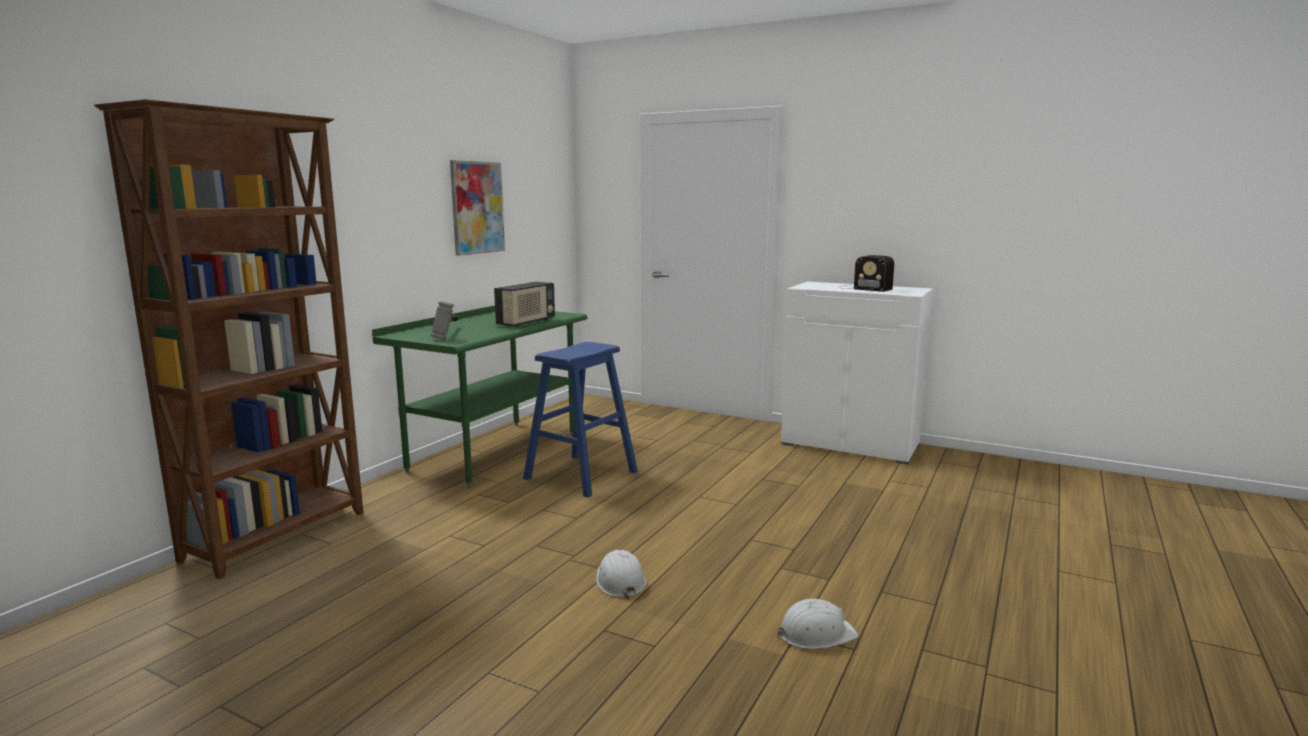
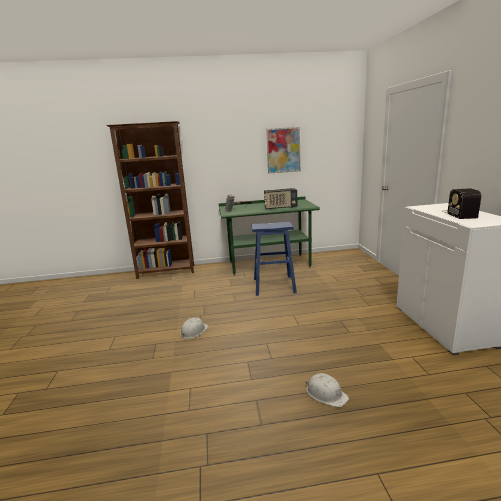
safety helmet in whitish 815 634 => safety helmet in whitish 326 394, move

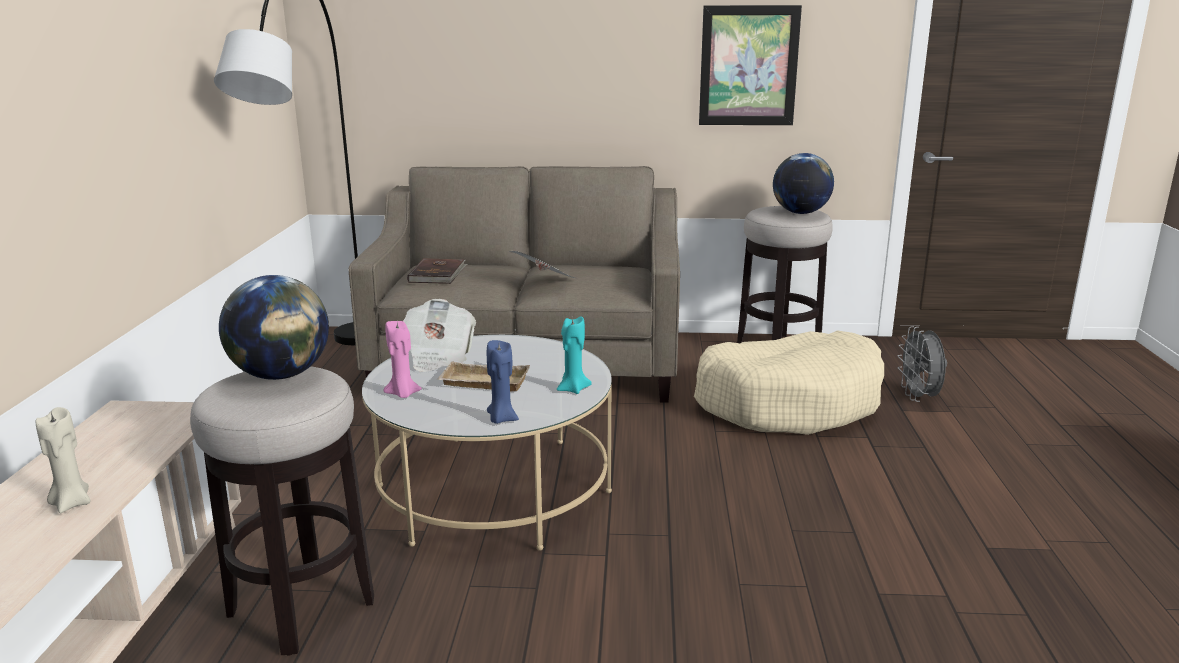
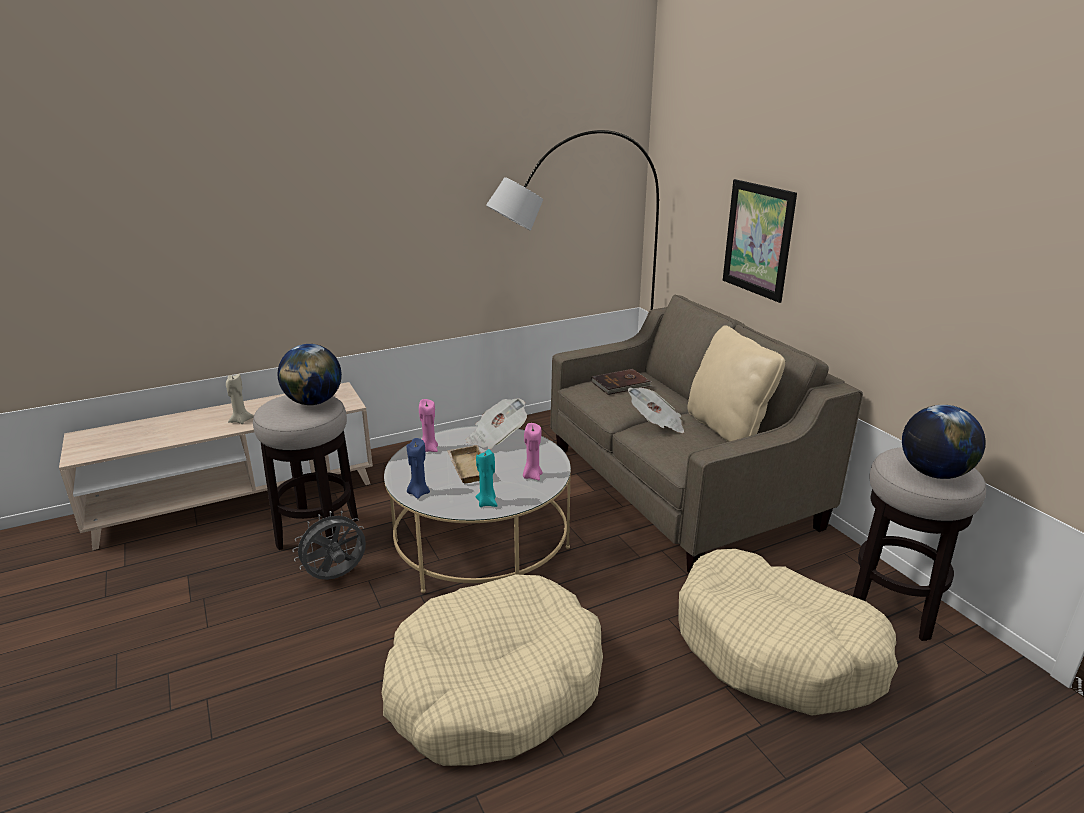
nothing => dog bed in sand-coloured 494 687
nothing => wax candle in pinkish 532 476
nothing => pillow in sand-coloured 727 429
picture 748 66 => picture 758 239, move
cooling fan in gray 919 397 => cooling fan in gray 336 577, move

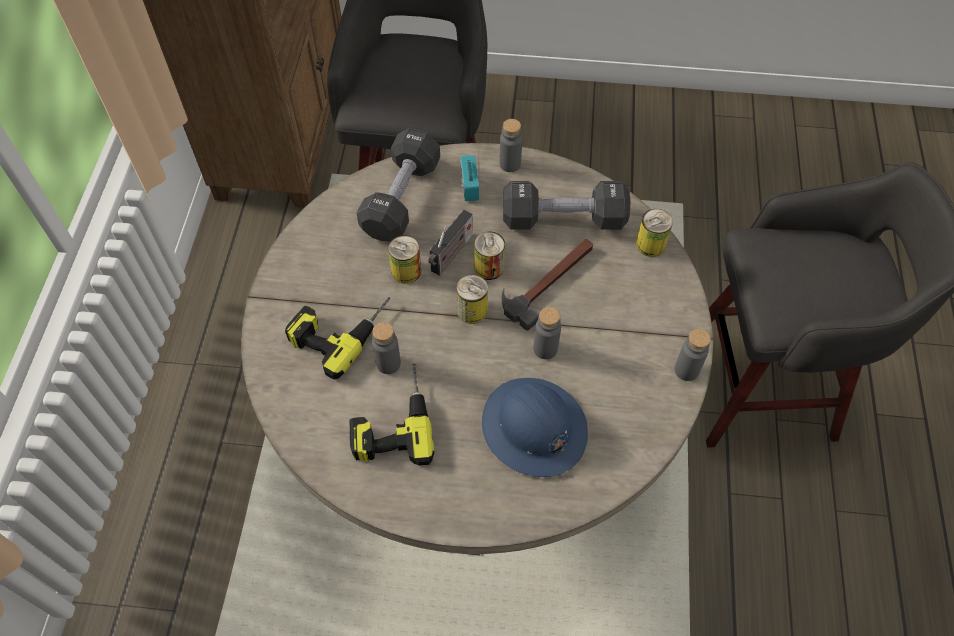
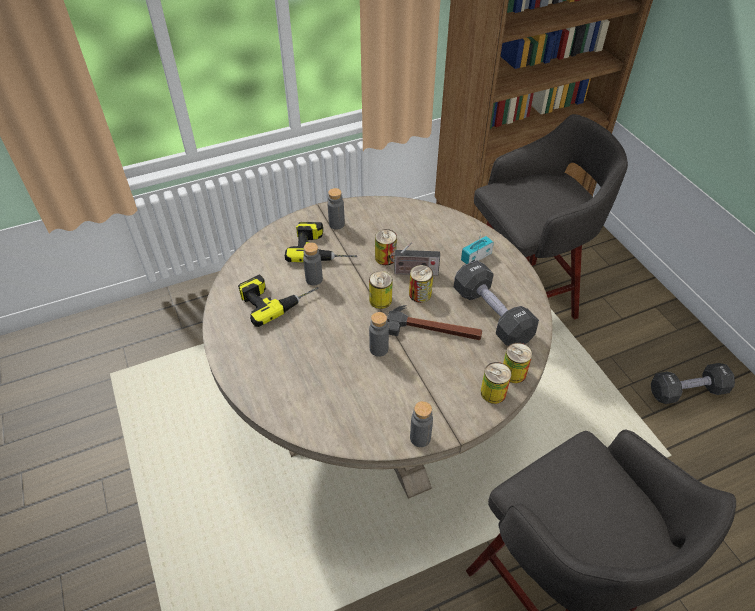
safety helmet in bluish 534 428 => nothing
nothing => can 493 392
hand weight in black 401 198 => hand weight in black 687 391, move
bottle in gray 510 164 => bottle in gray 336 224, move

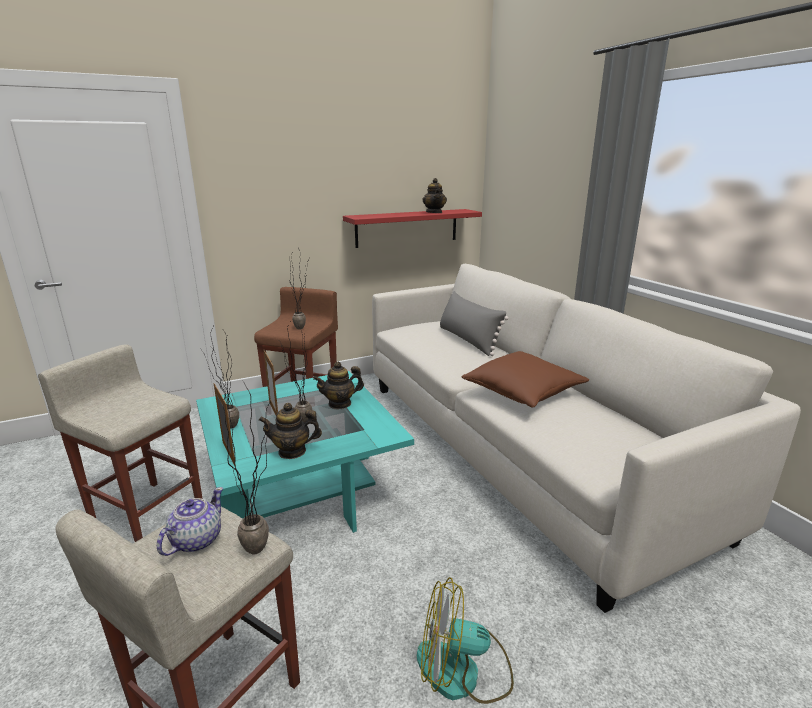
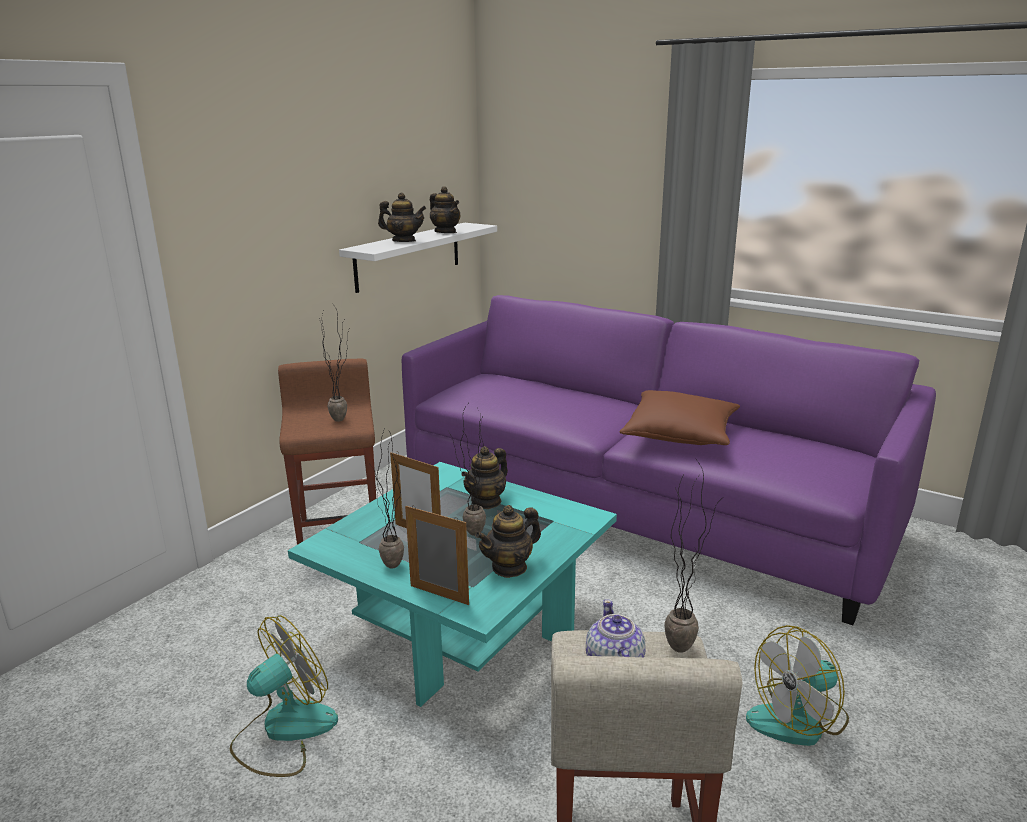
pillow in gray 468 340 => nothing
nothing => pot for tea 404 241
sitting stool in sand-coloured 146 512 => cooling fan 284 731
shelf in reddish 407 228 => shelf in whitish 408 256
settee in whitish 515 449 => settee in purple 641 508

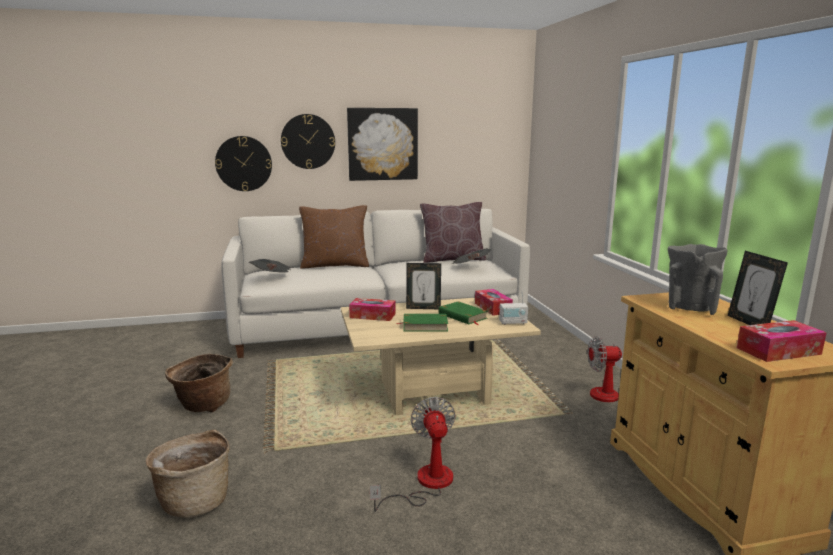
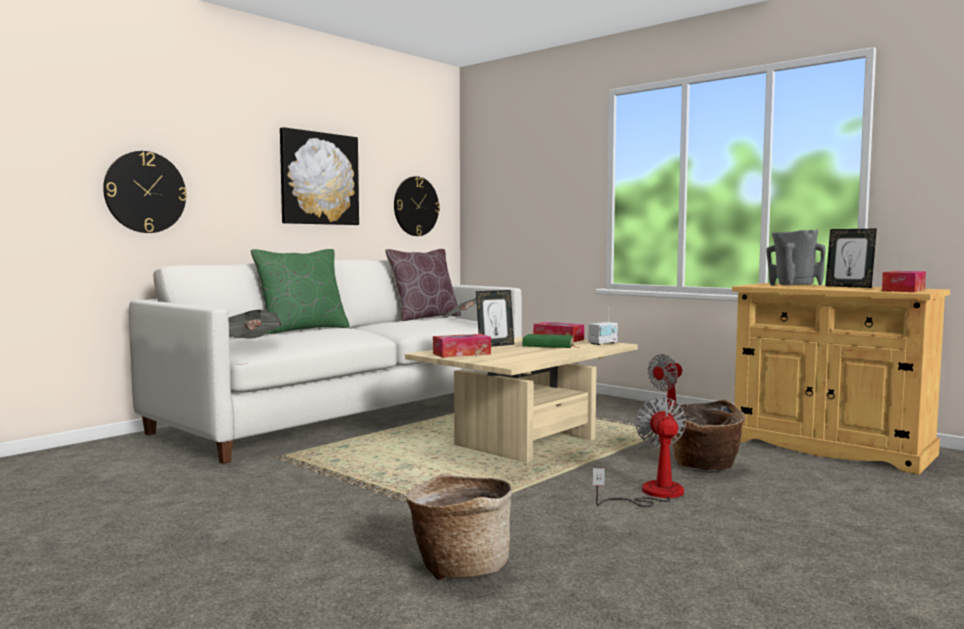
bound book in greenish 425 326 => nothing
storage basket 203 405 => storage basket 704 467, move
clock on the wall 308 141 => clock on the wall 416 206, move
pillow in brown-coloured 335 265 => pillow in greenish 302 329
cooling fan 425 484 => cooling fan 652 494, 45 degrees clockwise

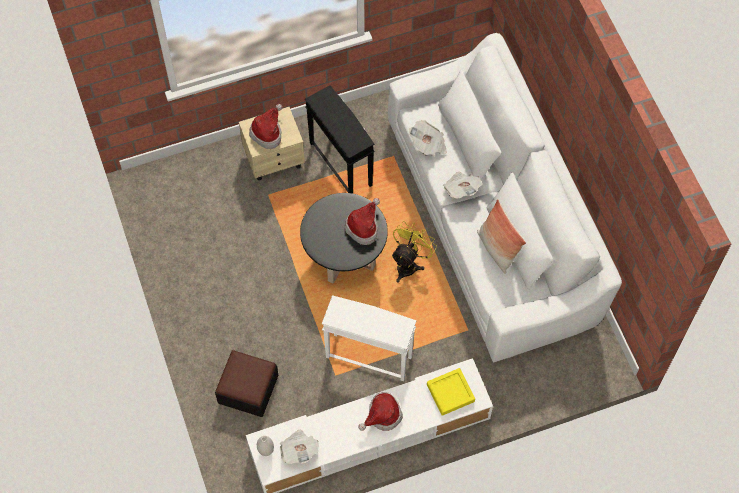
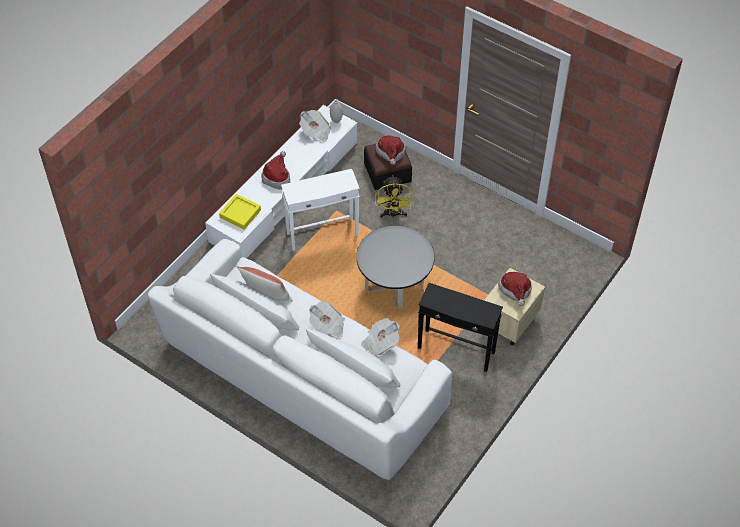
hat 363 227 => hat 390 154, move
cooling fan in yellowish 409 264 => cooling fan in yellowish 393 214, move

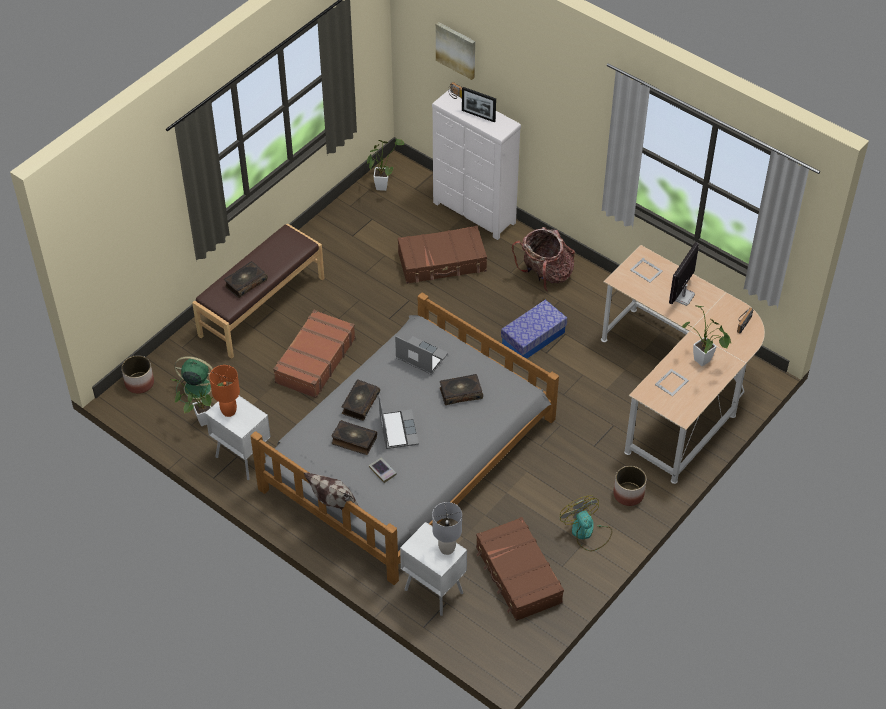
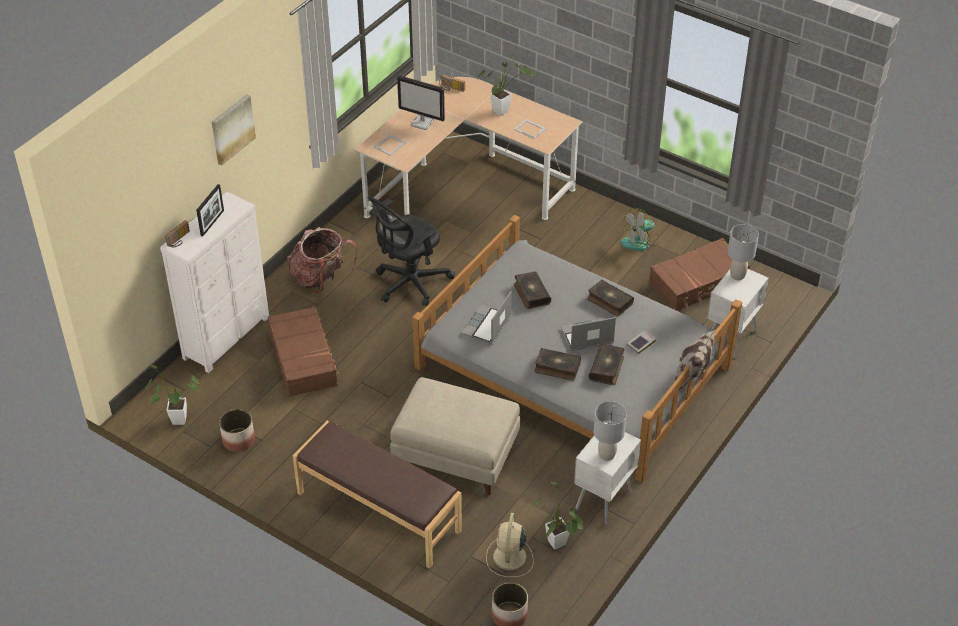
bound book 245 283 => bound book 609 302, move
picture 456 50 => picture 232 129, move
plant pot 628 494 => plant pot 238 440, move
piece of luggage in brown-coloured 314 360 => footrest in sand-coloured 457 454
storage container 533 338 => office chair in black 409 284
cooling fan in greenish 196 387 => cooling fan in sand-coloured 509 558
table lamp in orangey 228 411 => table lamp in gray 607 455

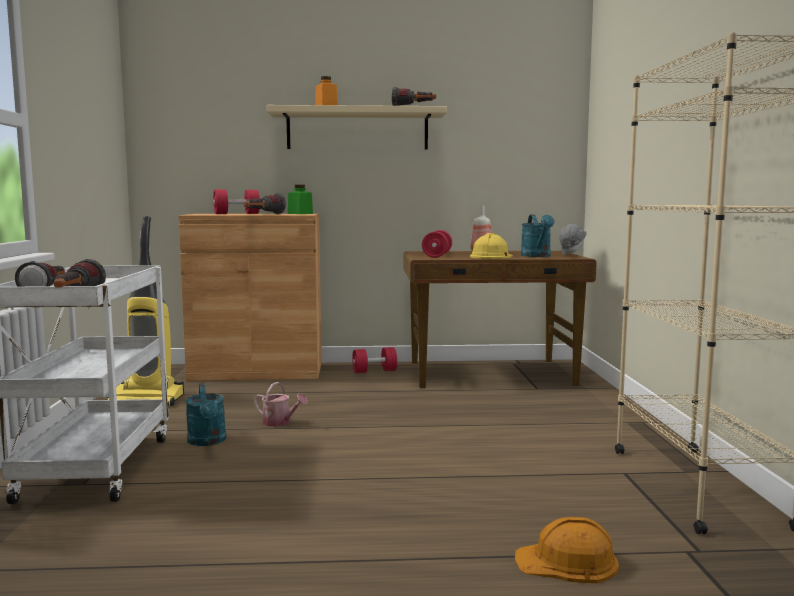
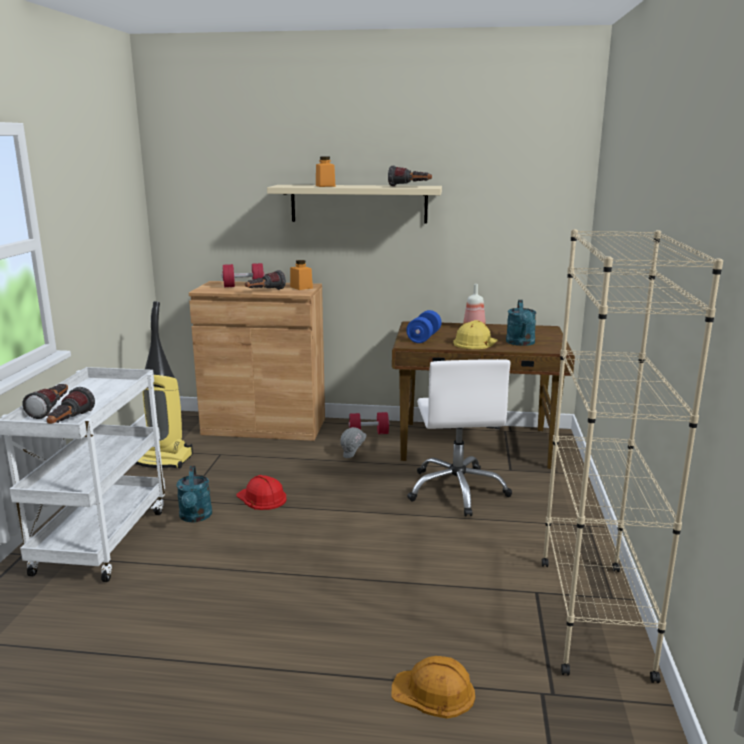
nothing => office chair in whitish 457 490
safety helmet in gray 572 254 => safety helmet in gray 353 455, move
watering pot 280 422 => safety helmet in reddish 262 498
jar in greenish 300 213 => jar in orangey 301 287
hand weight in reddish 437 256 => hand weight in bluish 424 338

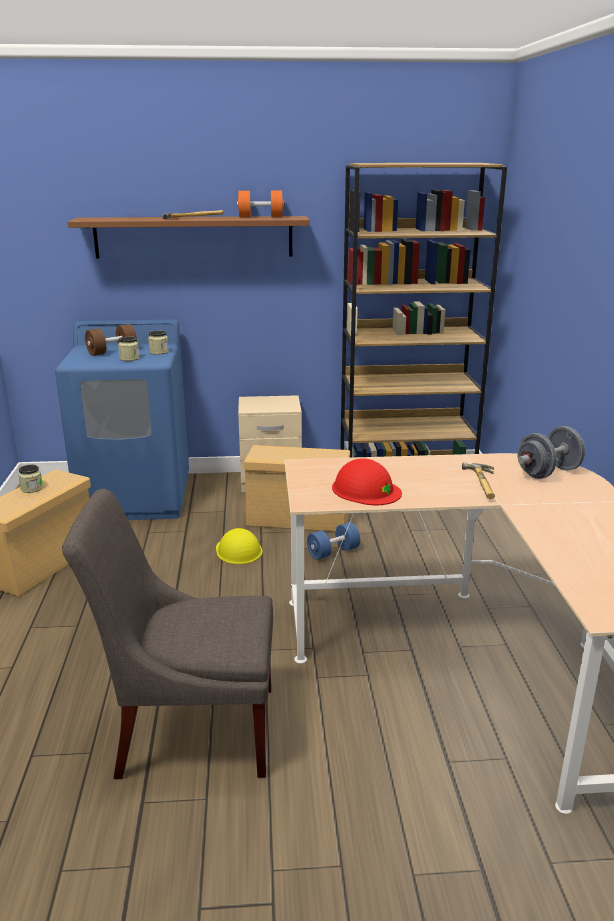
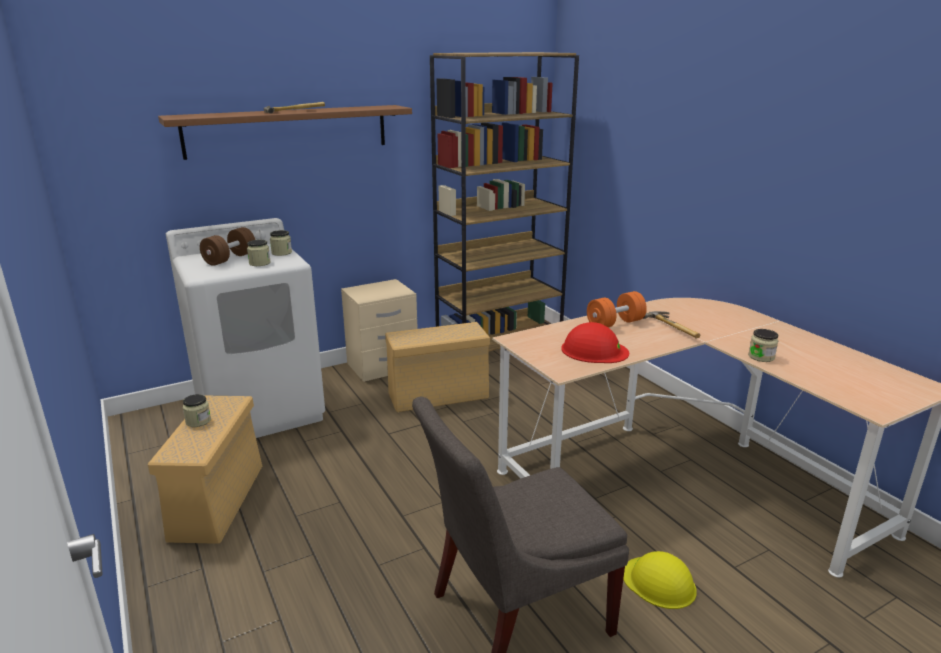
hand weight in bluish 333 552 => nothing
hand weight in gray 548 472 => nothing
nothing => jar 761 357
safety helmet in yellowish 238 550 => safety helmet in yellowish 659 582, move
hand weight in orangey 260 217 => hand weight in orangey 615 323, move
washing machine in bluish 136 497 => washing machine in whitish 261 409

